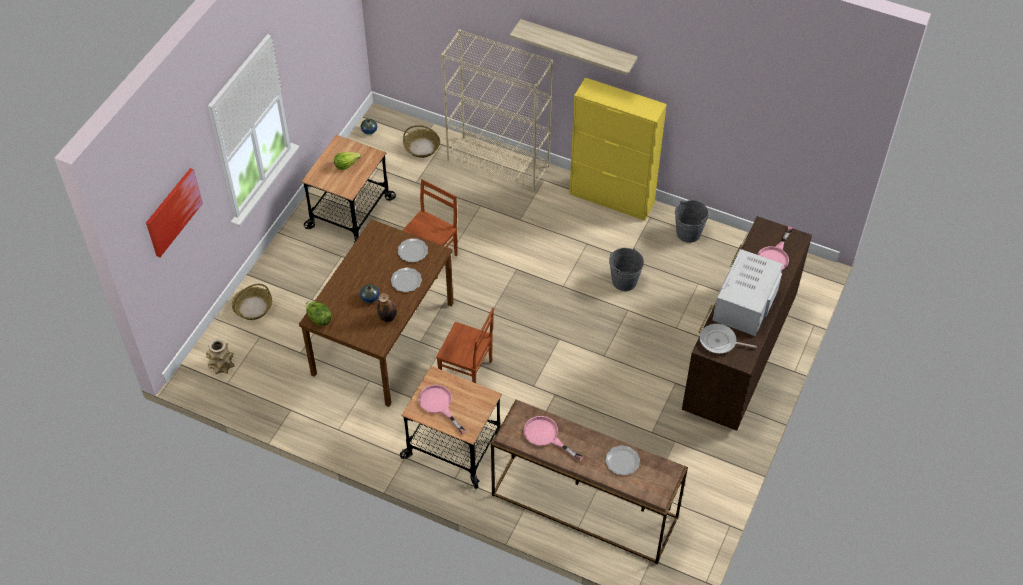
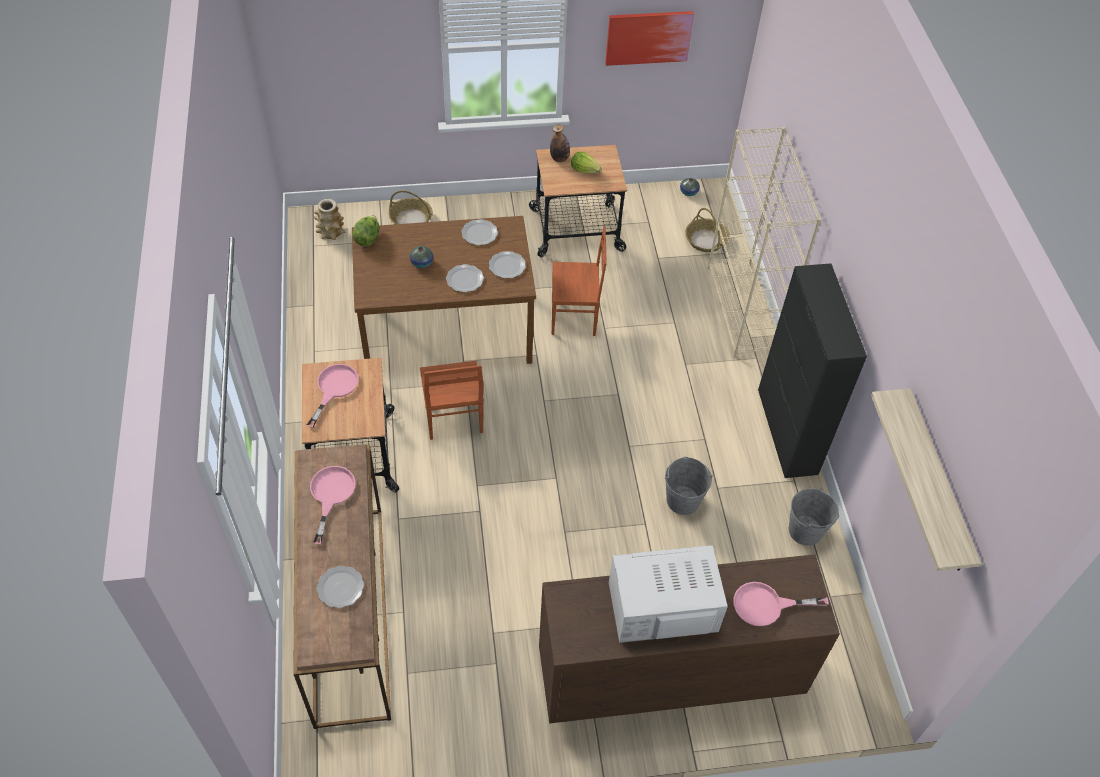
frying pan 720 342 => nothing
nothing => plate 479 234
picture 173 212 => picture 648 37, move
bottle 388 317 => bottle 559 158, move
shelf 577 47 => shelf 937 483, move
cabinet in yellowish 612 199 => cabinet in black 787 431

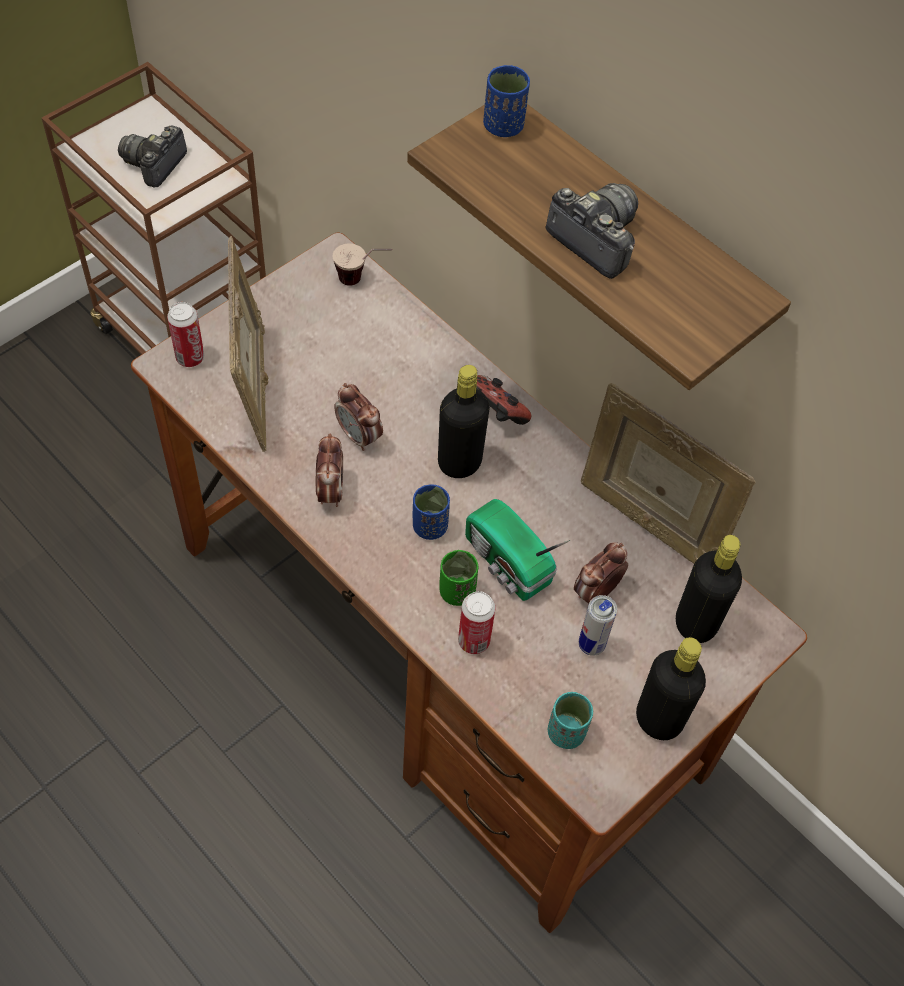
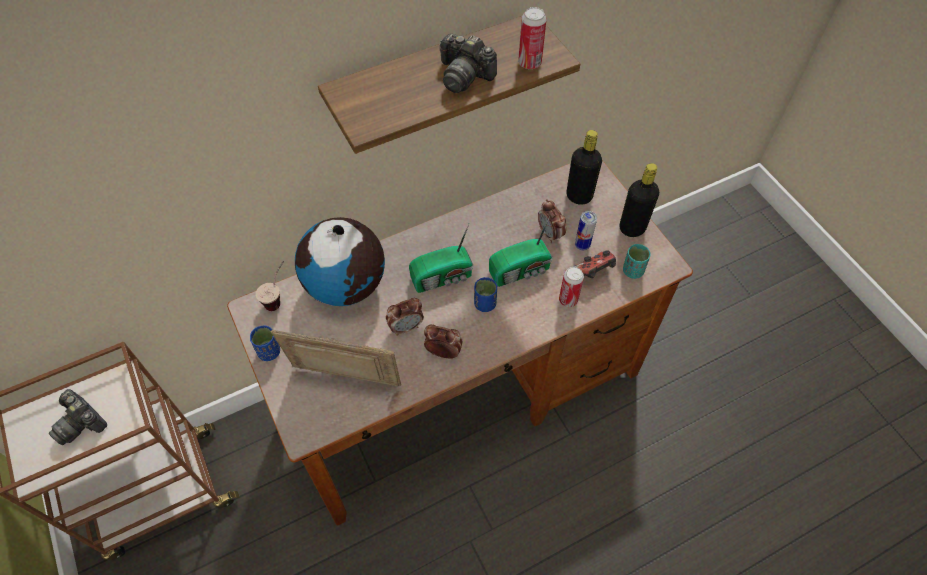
cup in greenish 457 591 => nothing
picture frame 648 522 => nothing
nothing => desk globe 347 286
can 190 358 => can 529 63, move
game controller 494 413 => game controller 592 273, move
cup in bluish 503 126 => cup in bluish 269 352, move
bottle in black 459 462 => radio set 443 277
photo camera 595 240 => photo camera 464 76, 120 degrees counterclockwise

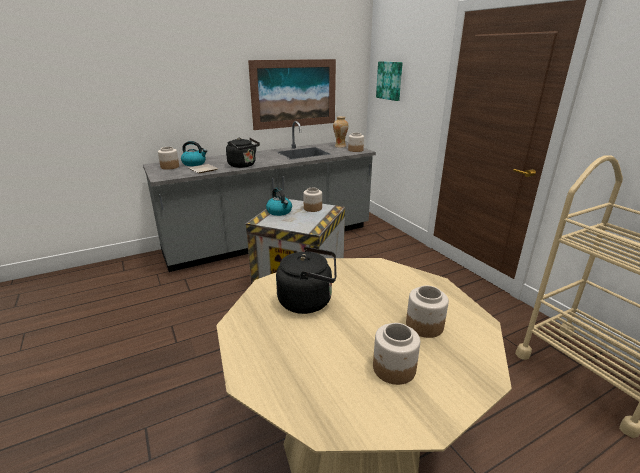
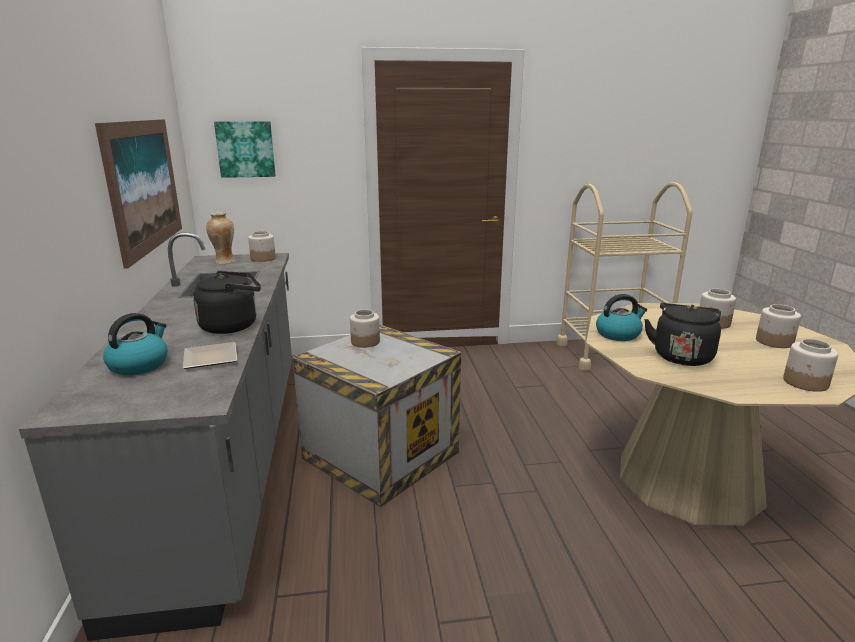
jar 169 167 => jar 805 383, move
kettle 279 212 => kettle 618 334, move

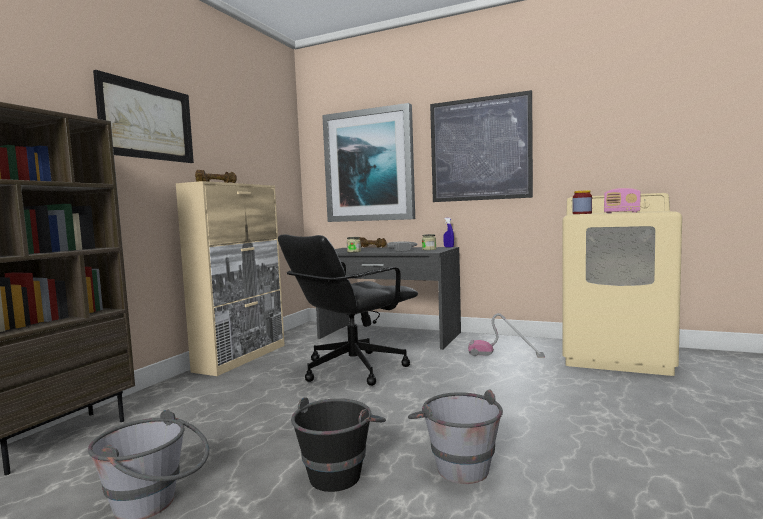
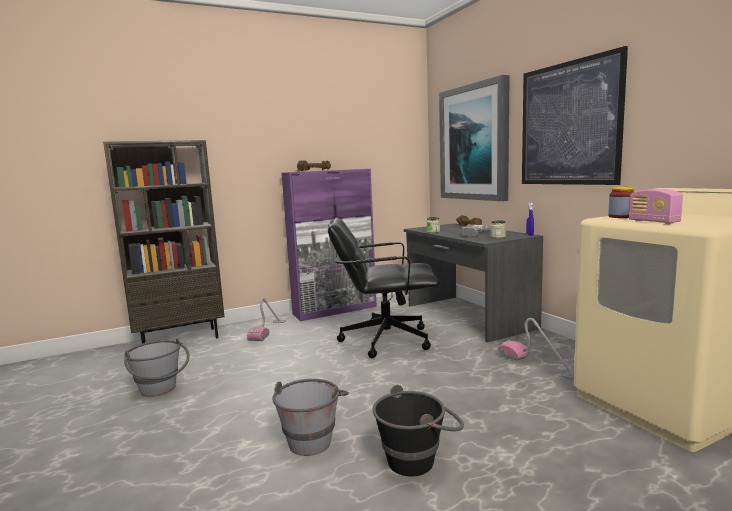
picture 147 121 => nothing
nothing => vacuum cleaner 268 331
water bucket in black 340 470 => water bucket in black 419 458, move
cabinet in sand-coloured 242 357 => cabinet in purple 335 310

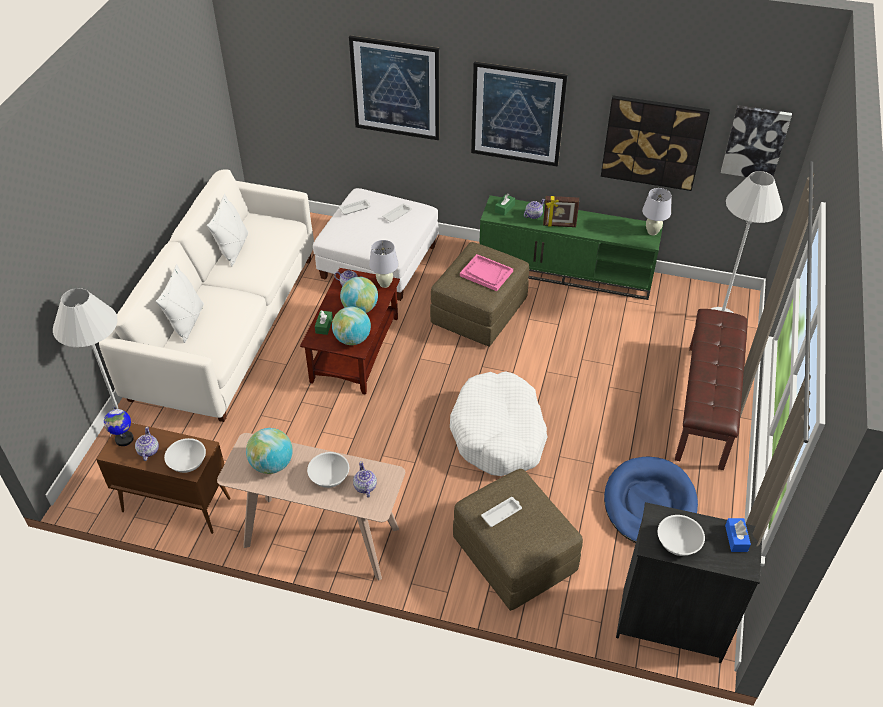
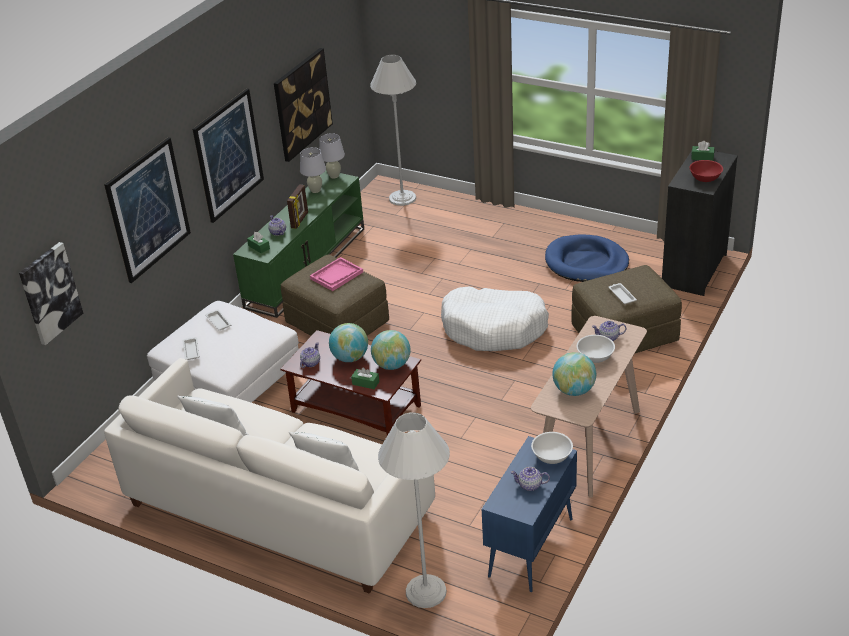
desk globe 124 439 => nothing
long seat in brown-coloured 706 405 => nothing
table lamp in whitish 385 284 => table lamp in whitish 315 190, move
picture 755 142 => picture 50 293, move
cabinet in brown-coloured 175 505 => cabinet in bluish 530 548
bowl in whitish 677 543 => bowl in reddish 705 178
tissue box in bluish 736 538 => tissue box in greenish 702 157

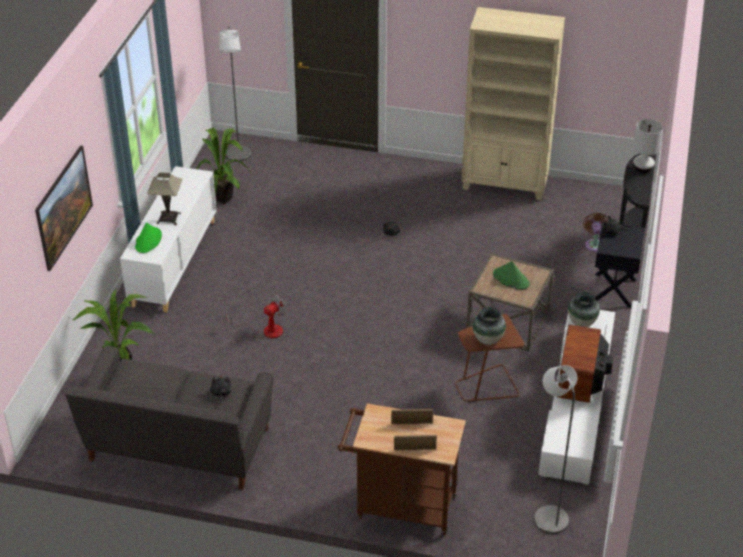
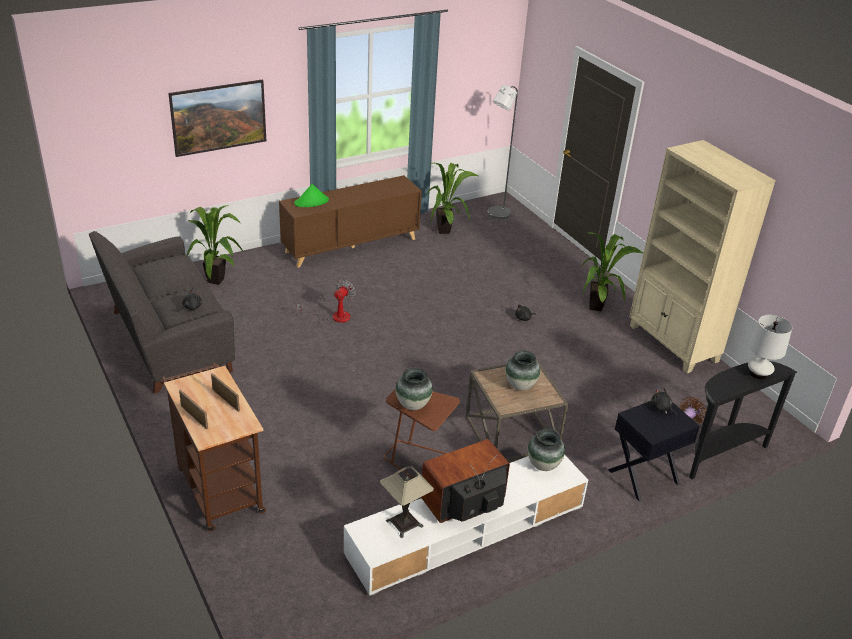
standard lamp in gray 548 515 => nothing
nothing => potted plant 599 308
table lamp 168 218 => table lamp 404 523, move
hat in greenish 510 279 => decorative vase 520 385
cabinet in whitish 174 262 => cabinet in brown-coloured 351 245
cooling fan 265 331 => cooling fan 334 317, 60 degrees counterclockwise

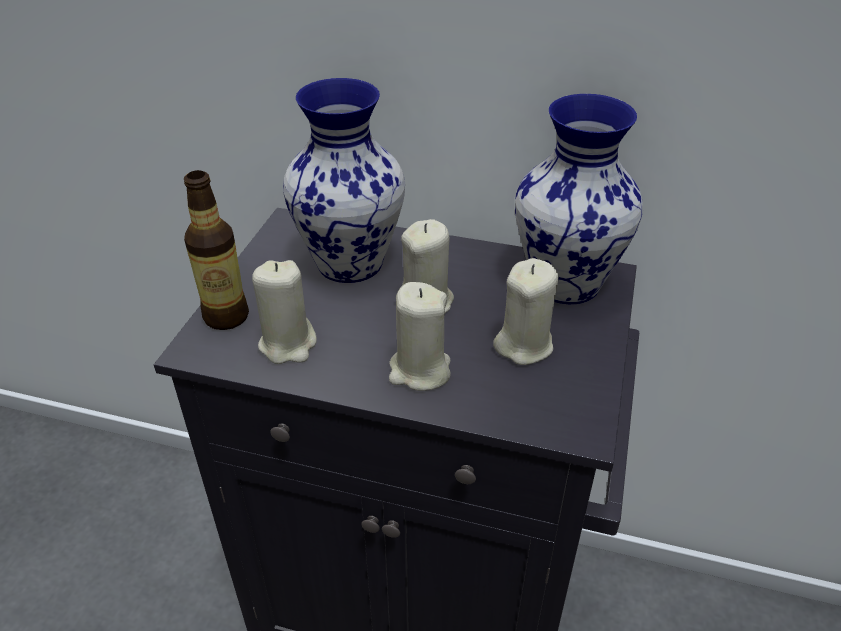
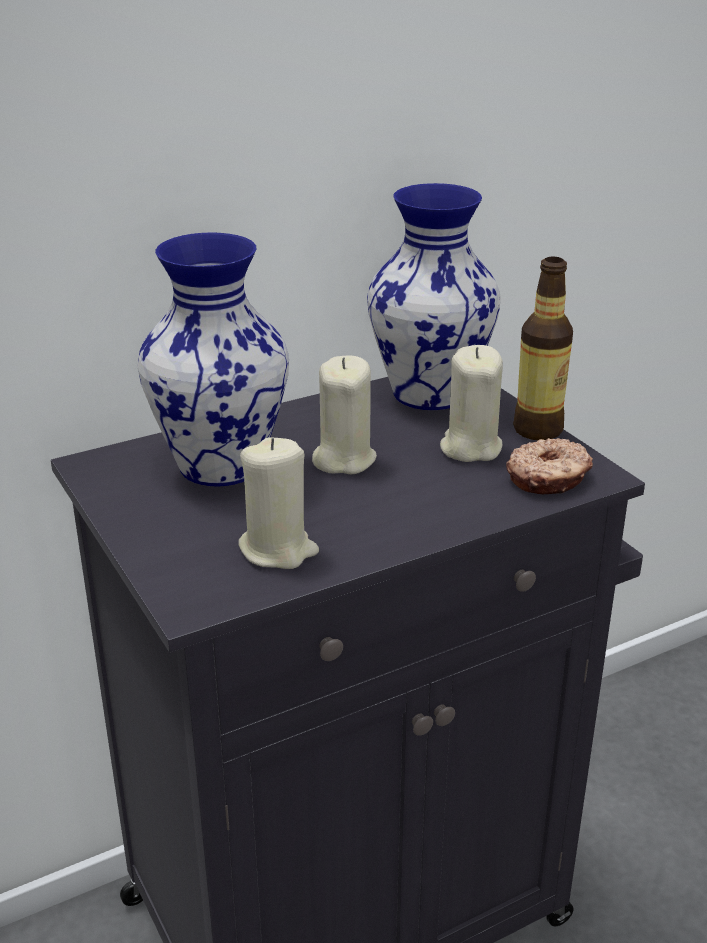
wax candle in sand-coloured 419 371 => nothing
nothing => doughnut 549 478
bottle 226 316 => bottle 538 430, move

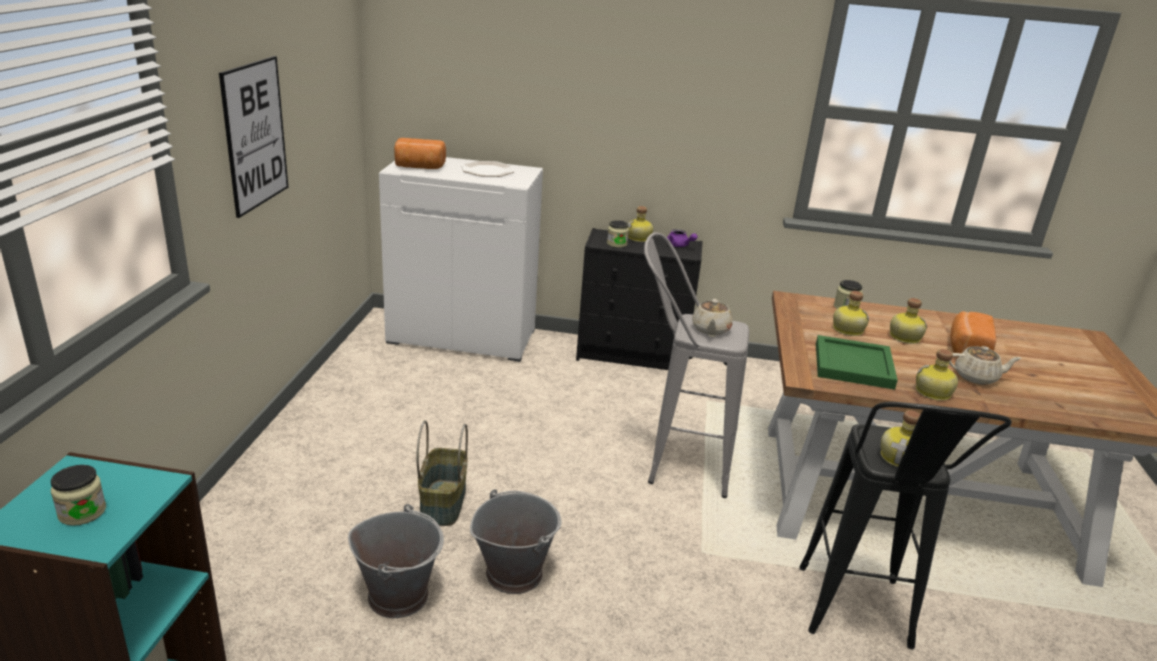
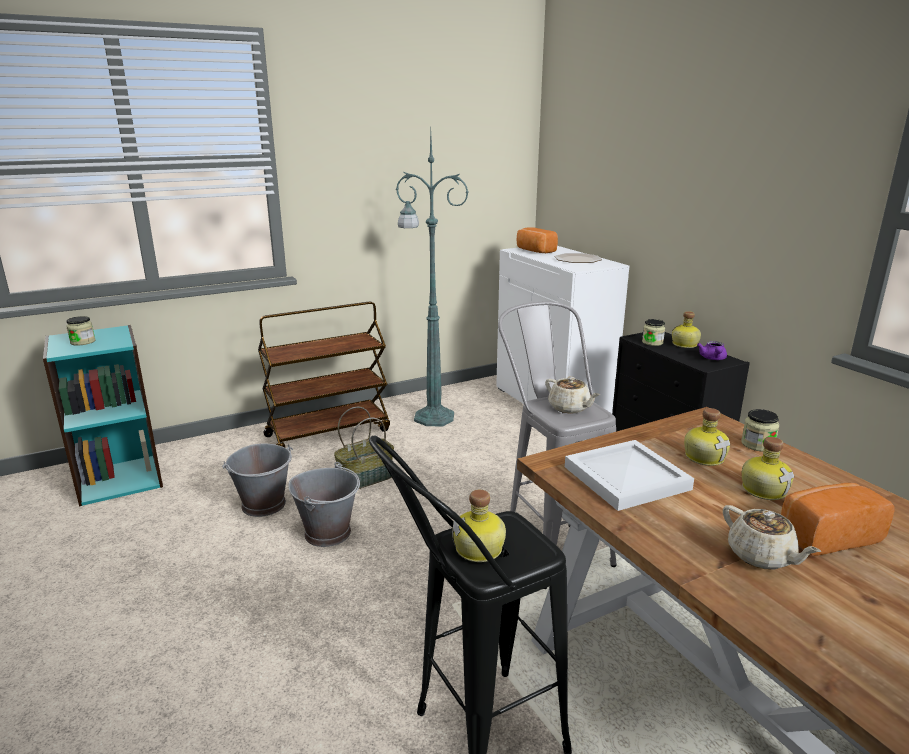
picture 255 135 => nothing
bottle 933 393 => nothing
nothing => trolley in brown-coloured 328 432
nothing => standard lamp in greenish 432 417
serving tray in greenish 852 366 => serving tray in whitish 624 477
pot for tea in sand-coloured 710 329 => pot for tea in sand-coloured 569 408, 105 degrees counterclockwise

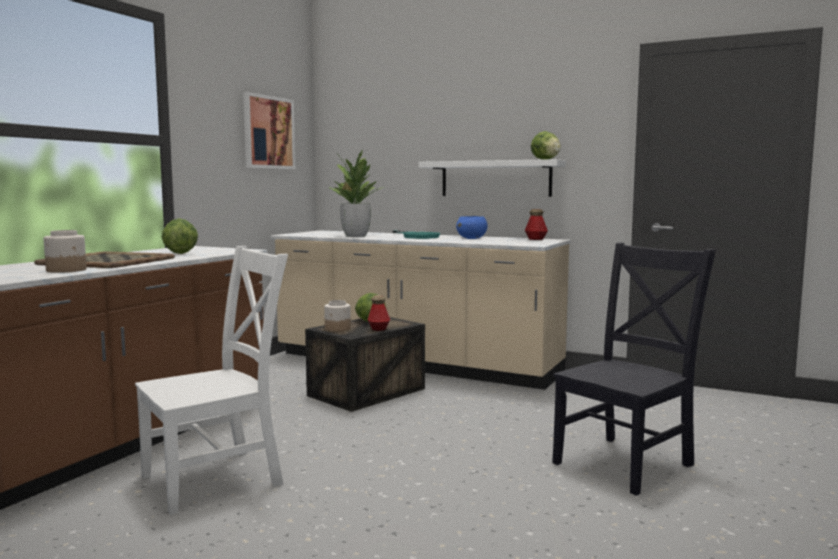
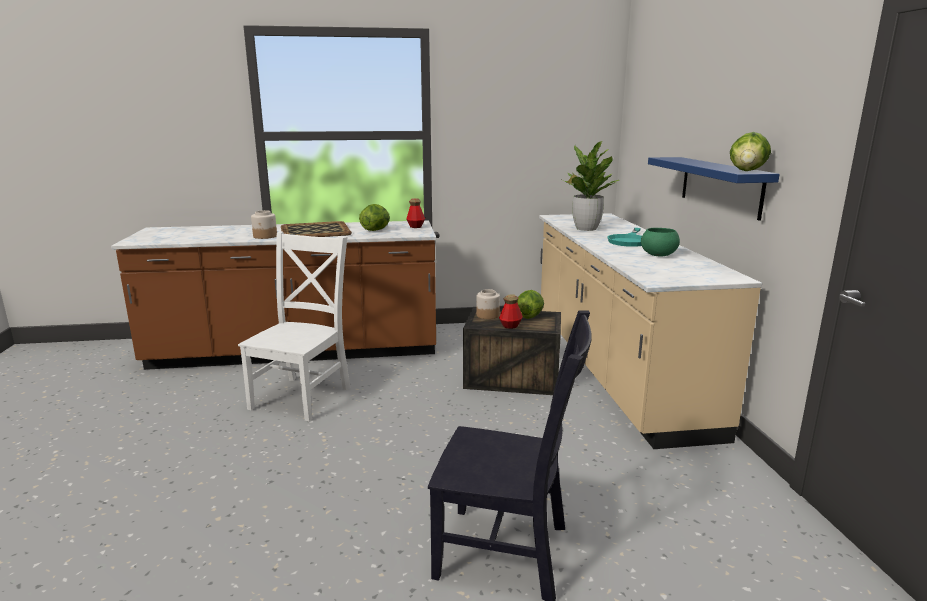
picture 268 132 => nothing
bottle 535 239 => bottle 415 226, move
shelf in whitish 495 178 => shelf in bluish 720 186
bowl in bluish 472 238 => bowl in greenish 658 255
chair in whitish 218 479 => chair in whitish 303 396, 90 degrees counterclockwise

